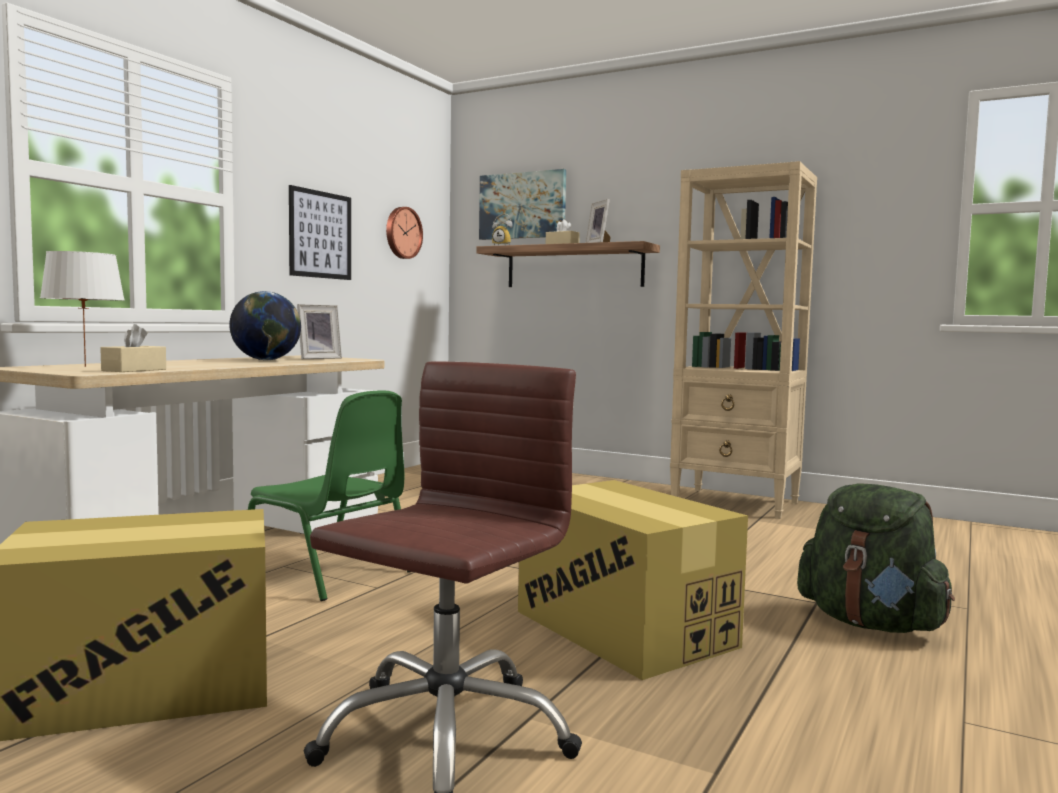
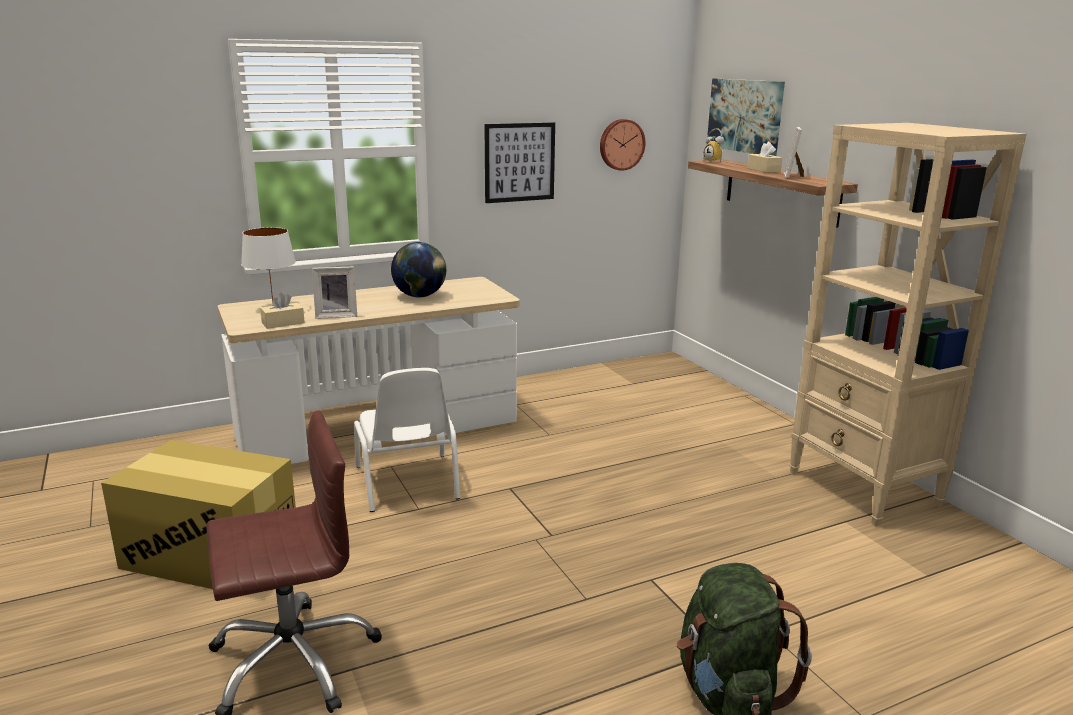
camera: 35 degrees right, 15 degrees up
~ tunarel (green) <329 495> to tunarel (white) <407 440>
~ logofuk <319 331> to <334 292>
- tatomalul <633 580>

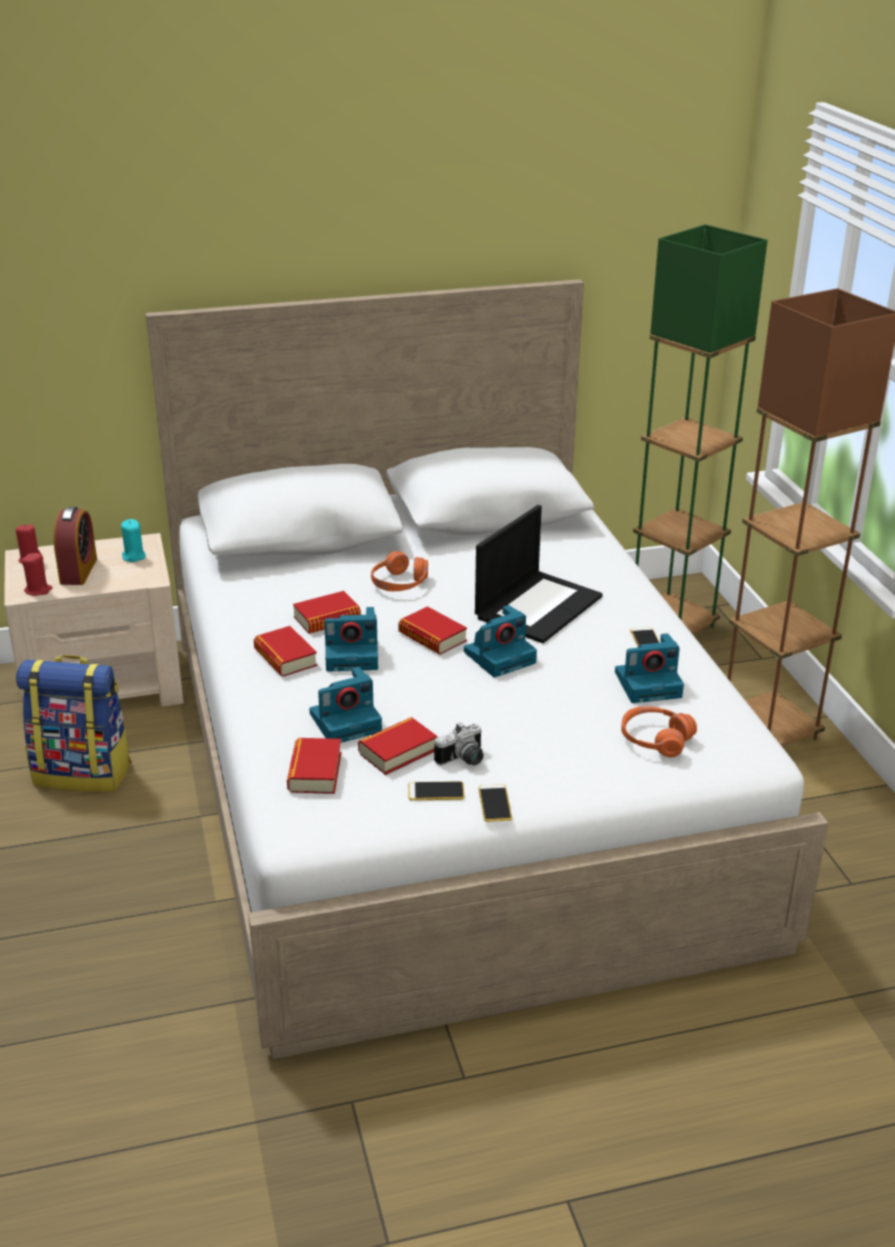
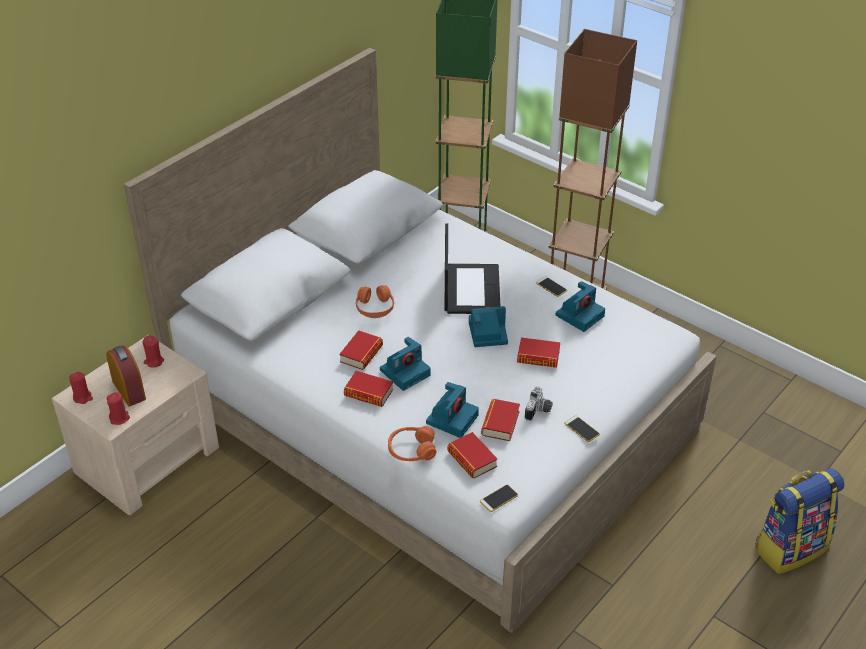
camera: 35 degrees left, 10 degrees up
~ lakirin <73 723> to <799 521>
~ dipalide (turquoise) <133 540> to dipalide (red) <153 351>
~ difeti <432 630> to <538 353>
~ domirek <436 791> to <499 498>
~ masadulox <500 641> = <488 326> 120 degrees counterclockwise
~ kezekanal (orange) <659 731> to <412 443>

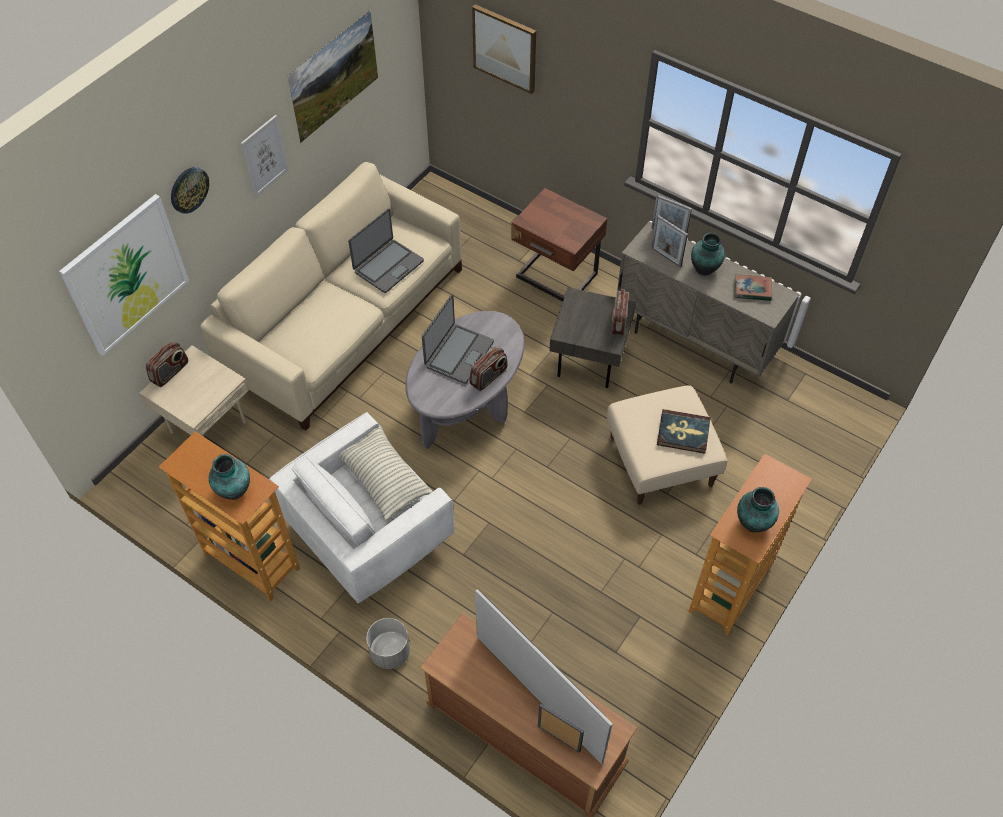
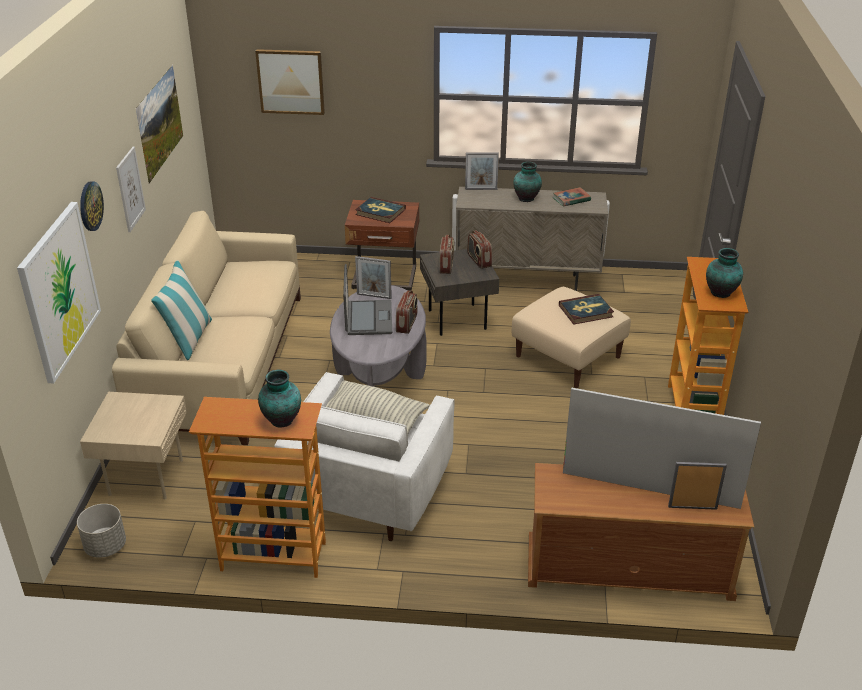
camera: 30 degrees left, 20 degrees down
~ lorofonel <167 364> to <446 254>
- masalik <386 251>
~ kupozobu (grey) <388 643> to <101 531>
~ logofuk <669 241> to <373 277>
+ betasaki <181 310>
+ difeti <380 210>

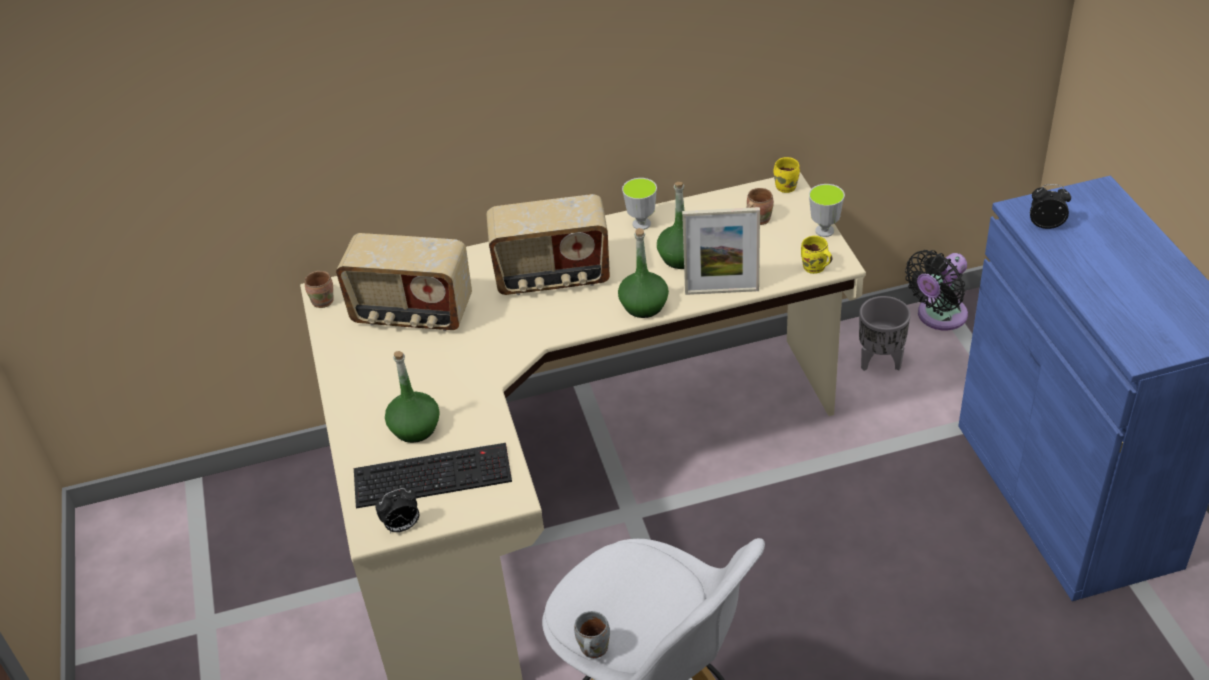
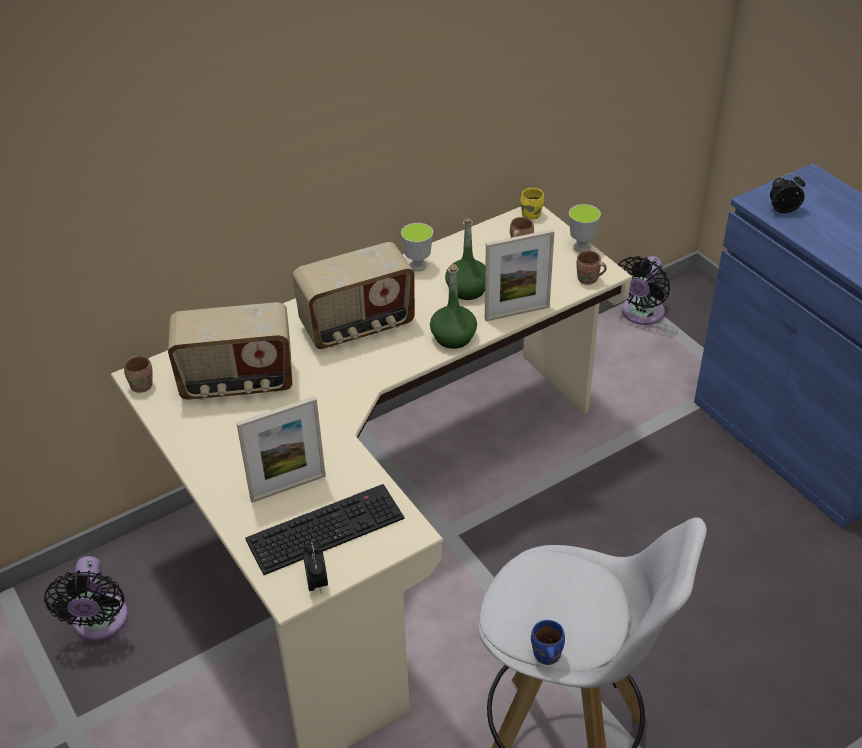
camera: 20 degrees left, 0 degrees up
~ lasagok <397 510> = <315 567> 60 degrees counterclockwise
~ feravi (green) <412 397> to logofuk <281 449>
~ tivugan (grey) <592 634> to tivugan (blue) <548 642>
~ tivugan (yellow) <817 255> to tivugan (brown) <591 267>
- kupozobu (grey) <885 333>
+ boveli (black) <86 598>

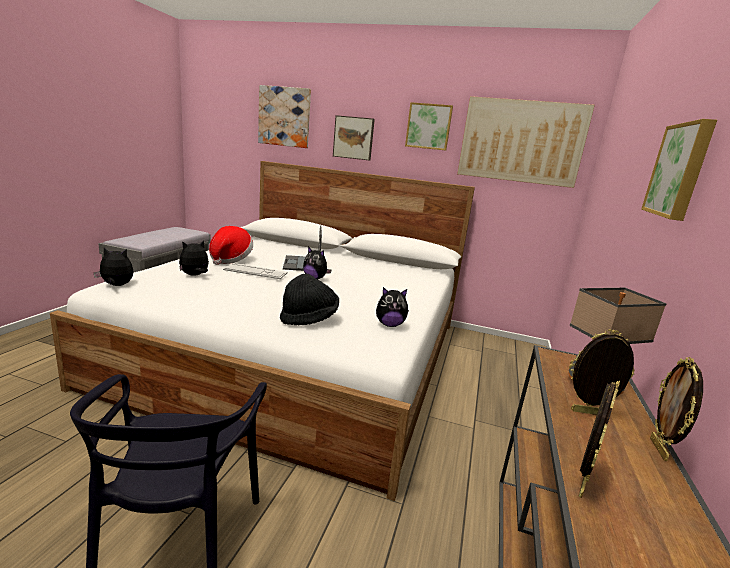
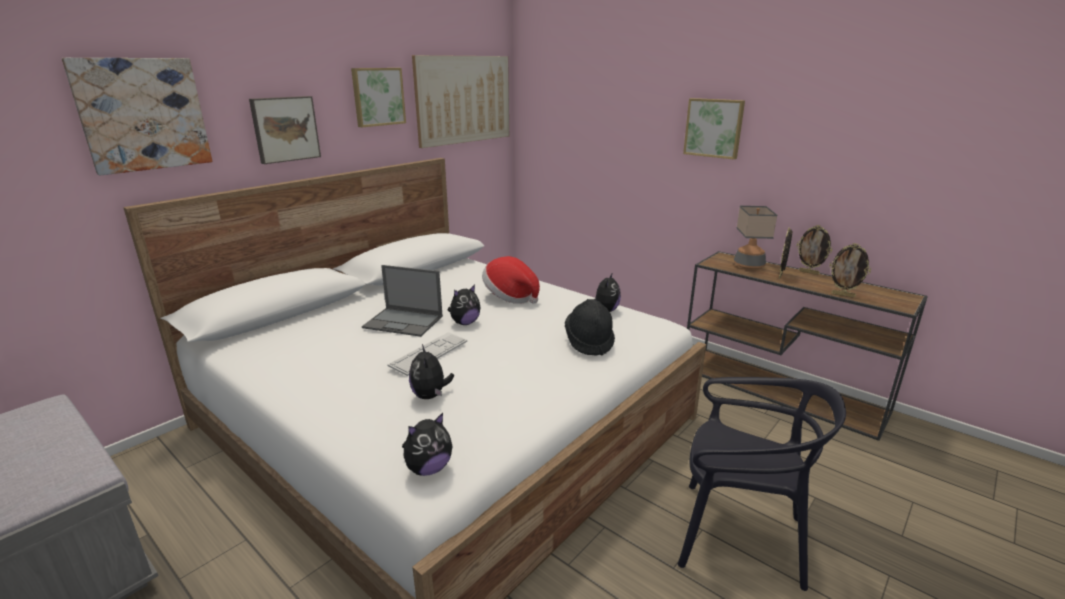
camera: 65 degrees left, 5 degrees up
~ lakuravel <114 267> = <427 444> 150 degrees counterclockwise
~ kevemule <231 245> to <511 280>
~ logofuk <599 439> = <850 270> 150 degrees clockwise

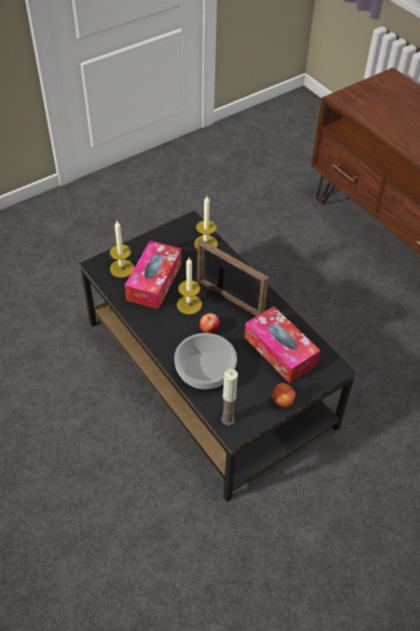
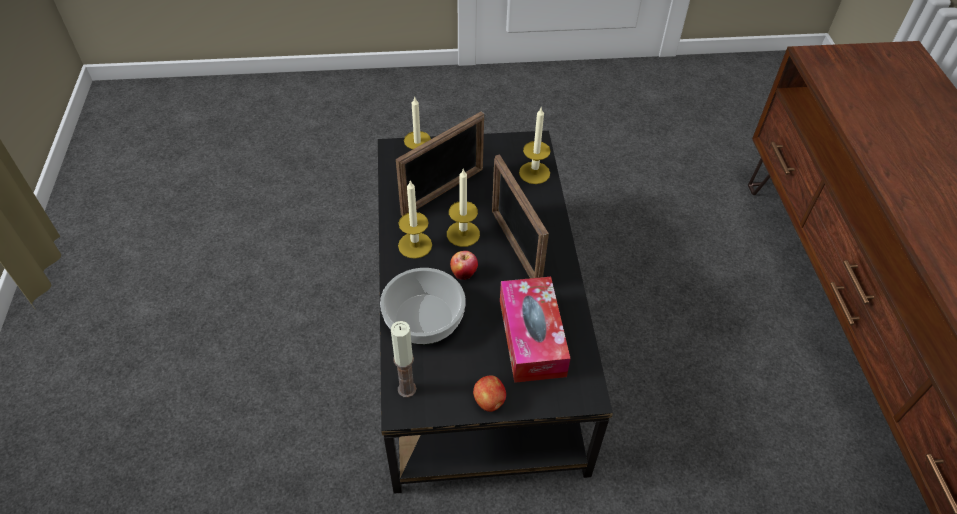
camera: 30 degrees right, 0 degrees up
~ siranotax <153 275> to logofuk <440 163>
+ dipalide <415 219>

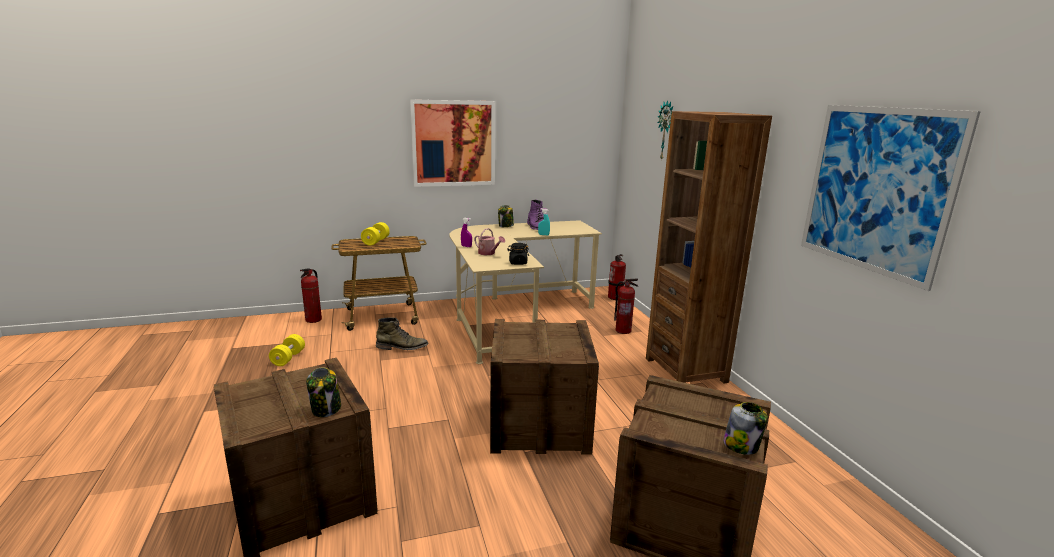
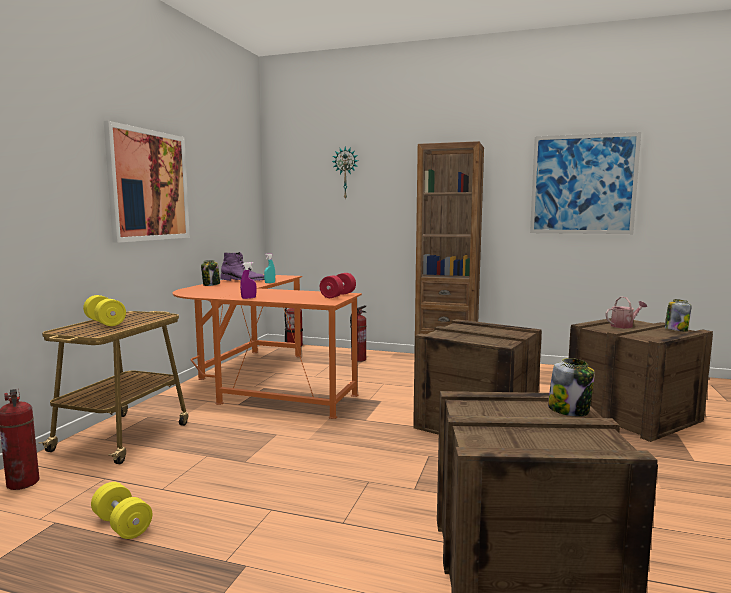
camera: 55 degrees left, 10 degrees down
- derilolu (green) <402 333>
~ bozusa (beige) <525 292> to bozusa (orange) <267 346>
~ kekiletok <489 241> to <626 312>
~ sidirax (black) <518 254> to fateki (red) <338 285>

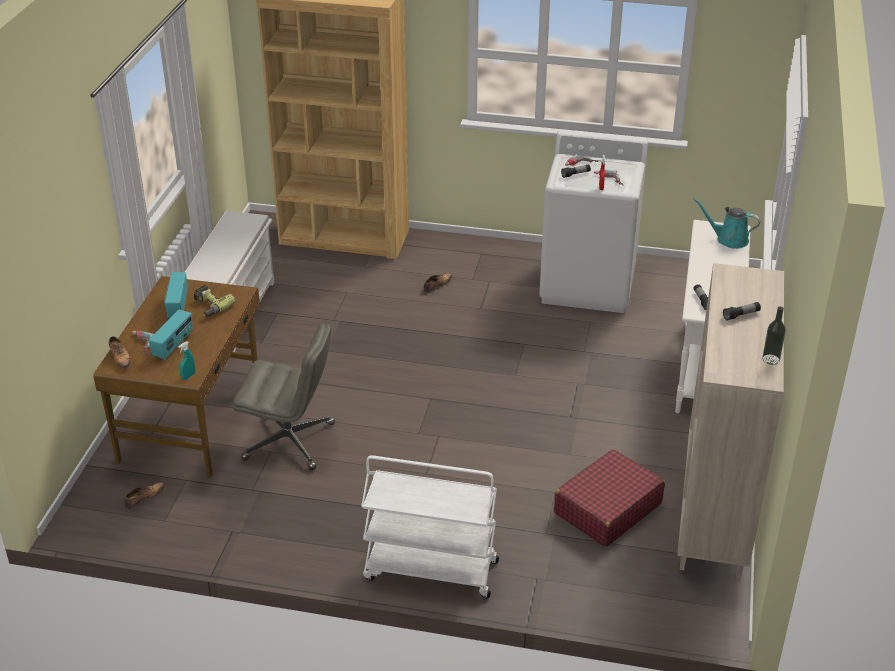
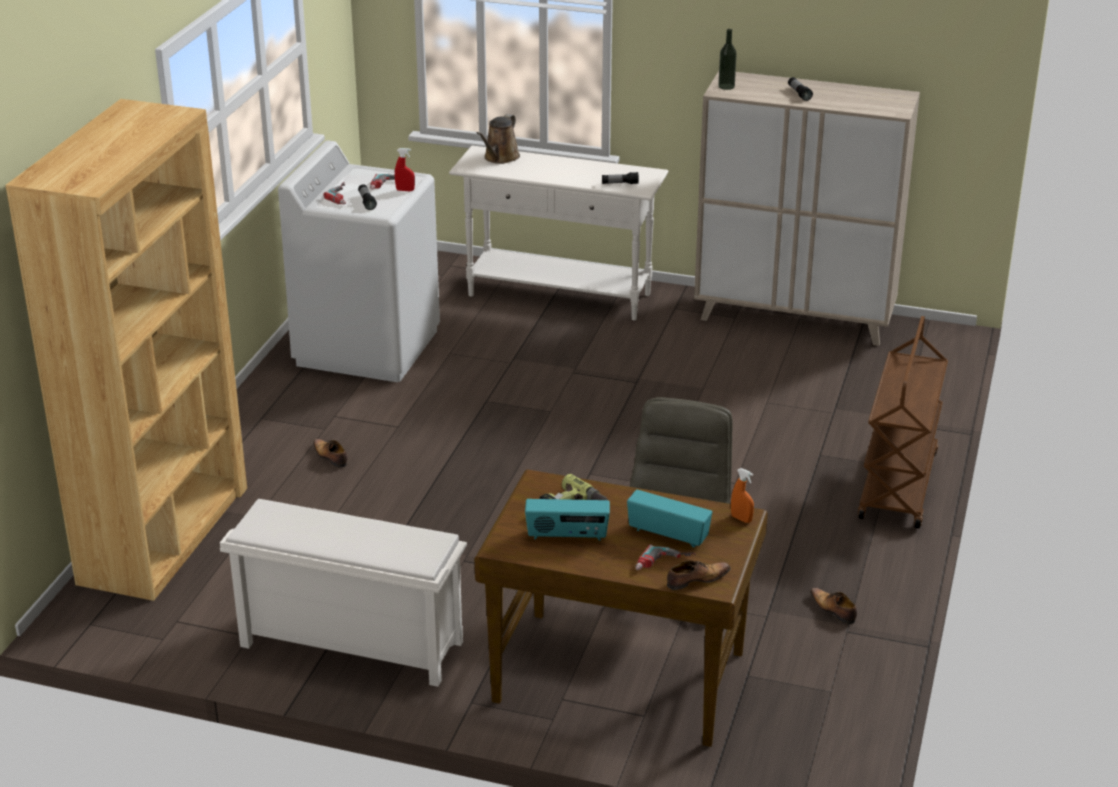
camera: 85 degrees left, 5 degrees down
~ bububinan <144 495> to <833 606>
~ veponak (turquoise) <186 360> to veponak (orange) <742 495>
~ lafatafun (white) <430 526> to lafatafun (brown) <903 422>
- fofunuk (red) <609 498>
~ kekiletok (turquoise) <727 223> to kekiletok (brown) <498 139>
~ feravi <774 335> to <727 59>

